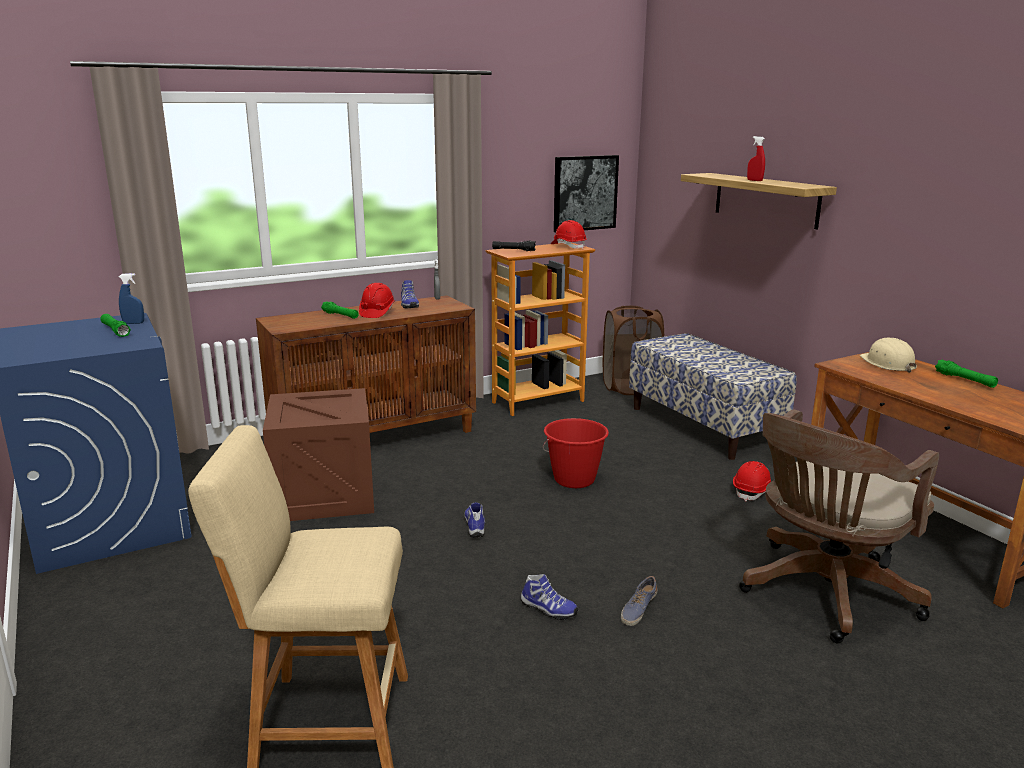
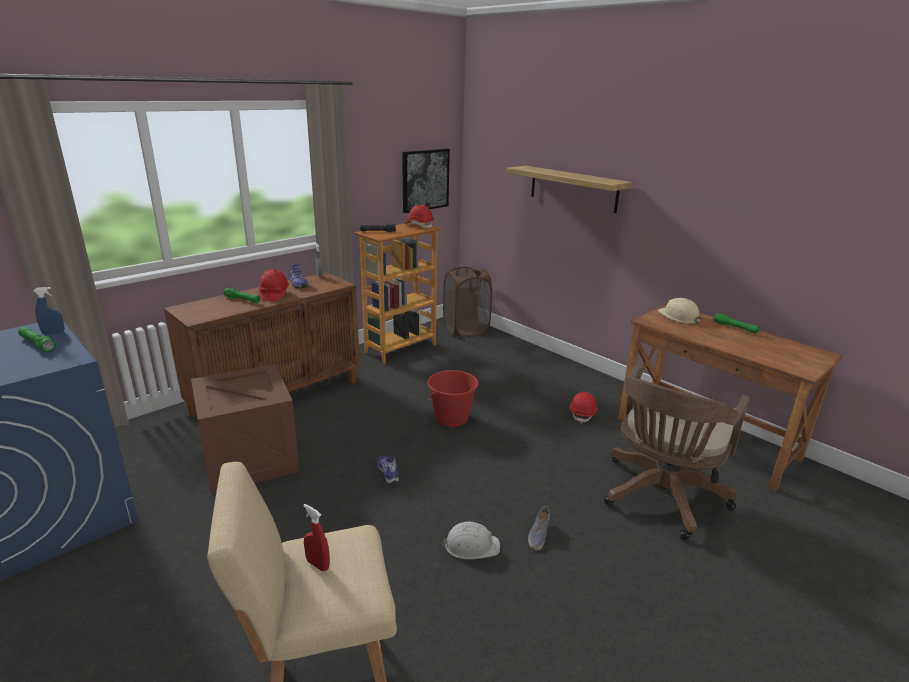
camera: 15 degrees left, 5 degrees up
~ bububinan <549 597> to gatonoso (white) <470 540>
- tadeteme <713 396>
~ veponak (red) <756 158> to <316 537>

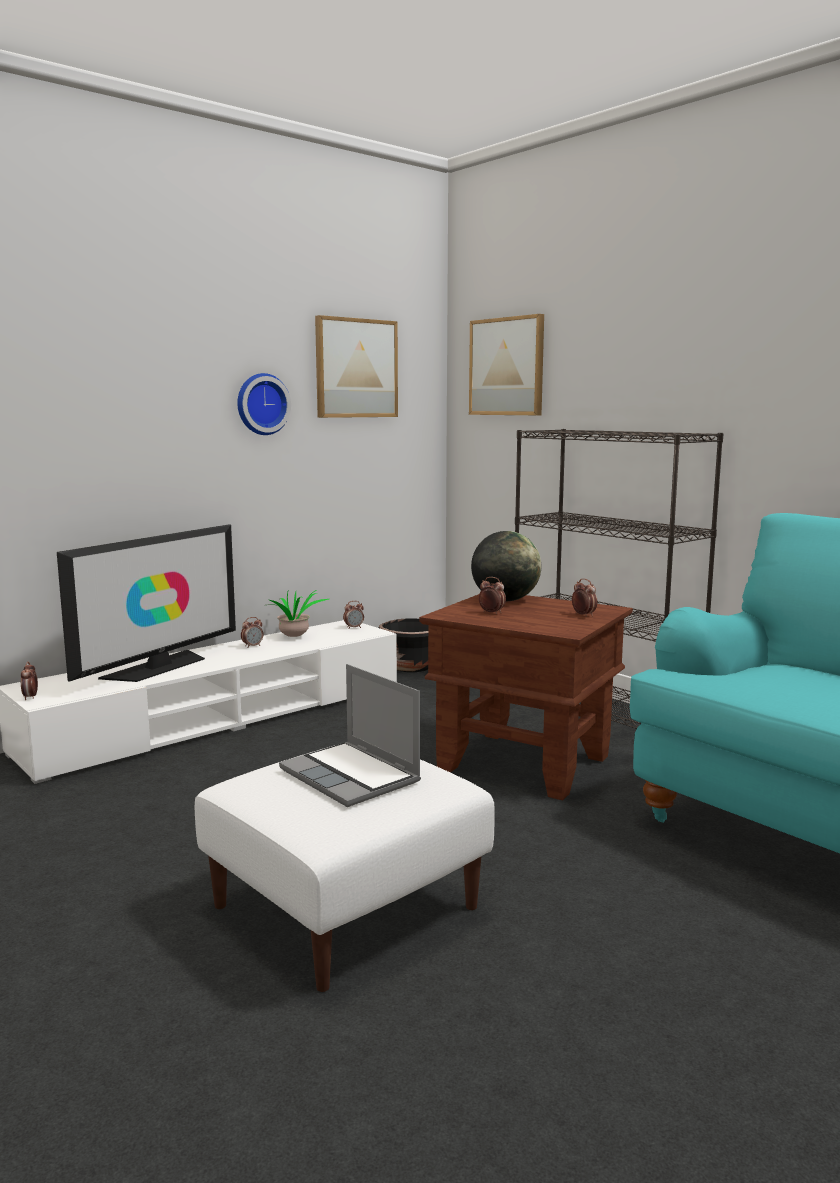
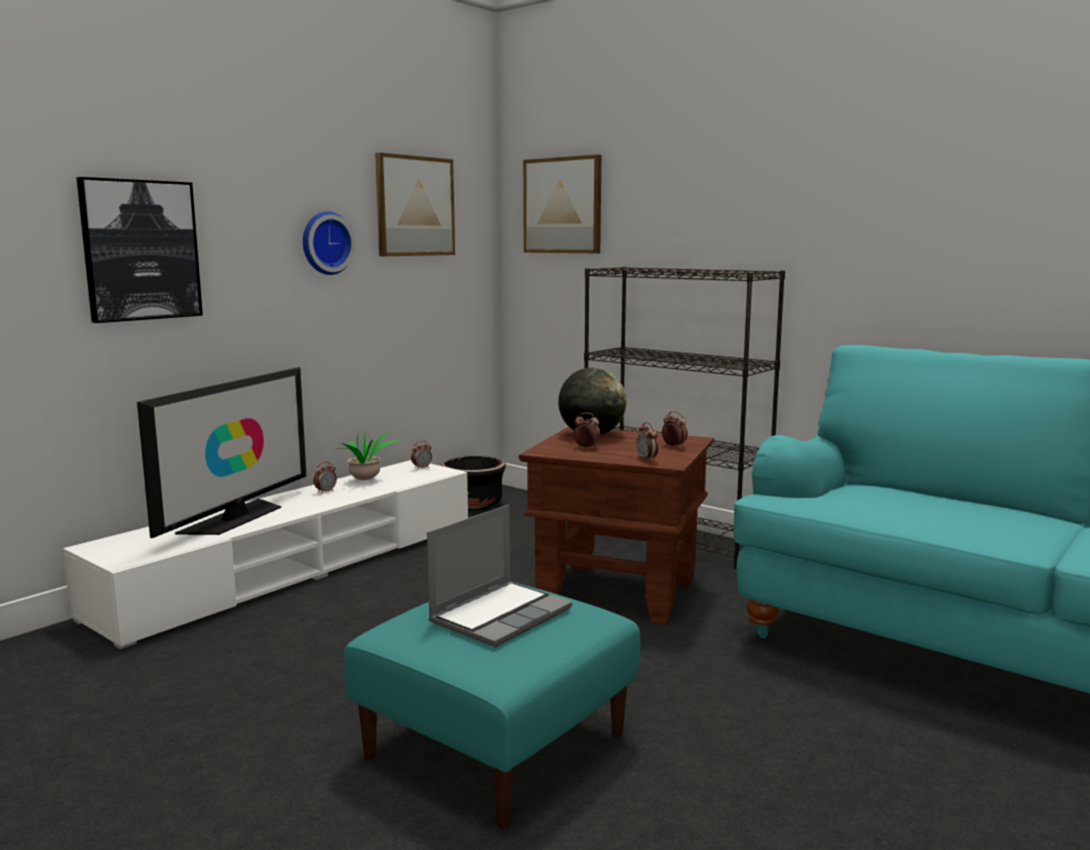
camera: 10 degrees left, 0 degrees up
~ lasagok <29 680> to <647 442>
~ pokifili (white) <345 868> to pokifili (turquoise) <492 705>
~ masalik <350 735> = <499 576> 90 degrees counterclockwise
+ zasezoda <139 250>

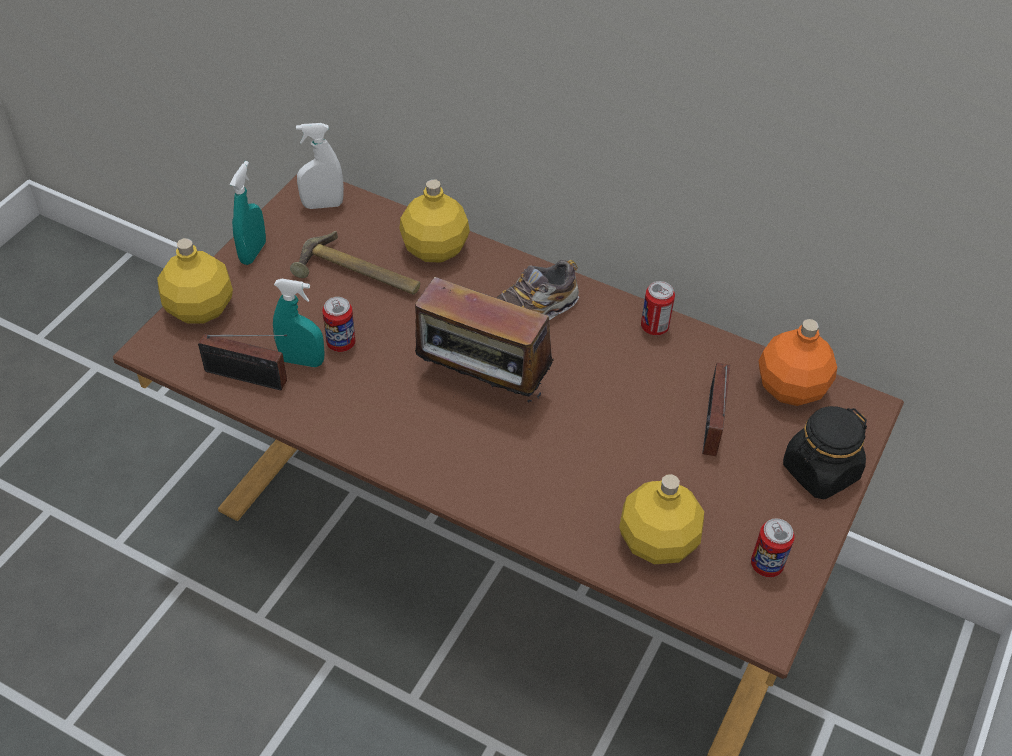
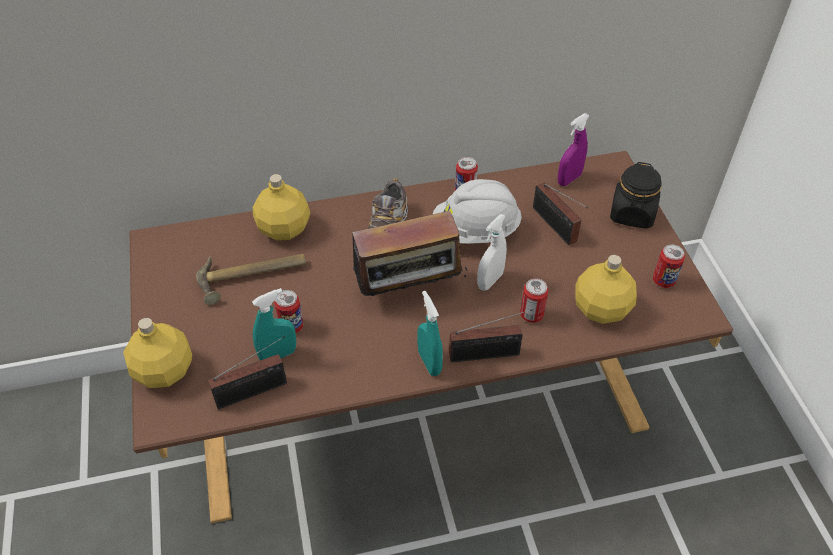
camera: 40 degrees left, 0 degrees up
~ veponak (turquoise) <248 213> to <430 333>
~ veponak (white) <320 166> to <492 252>
~ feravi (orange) <798 362> to veponak (purple) <574 149>
+ gatonoso (white) <477 211>
+ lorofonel <490 335>
+ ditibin <534 300>

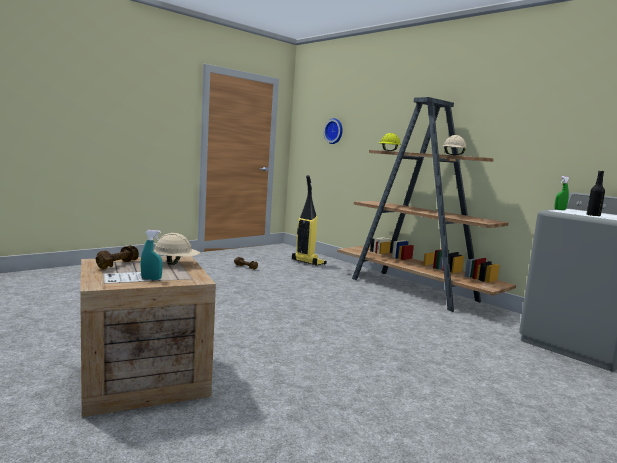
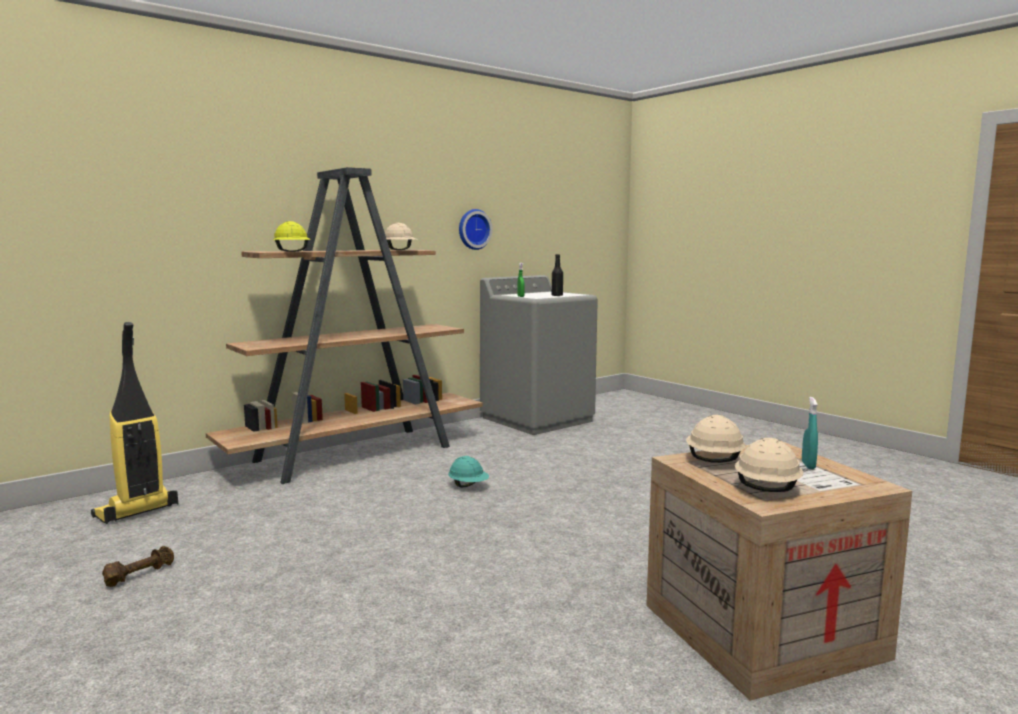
camera: 85 degrees left, 0 degrees up
~ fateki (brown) <117 257> to gatonoso (beige) <769 465>
~ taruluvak <333 131> to <476 229>
+ gatonoso (turquoise) <468 472>

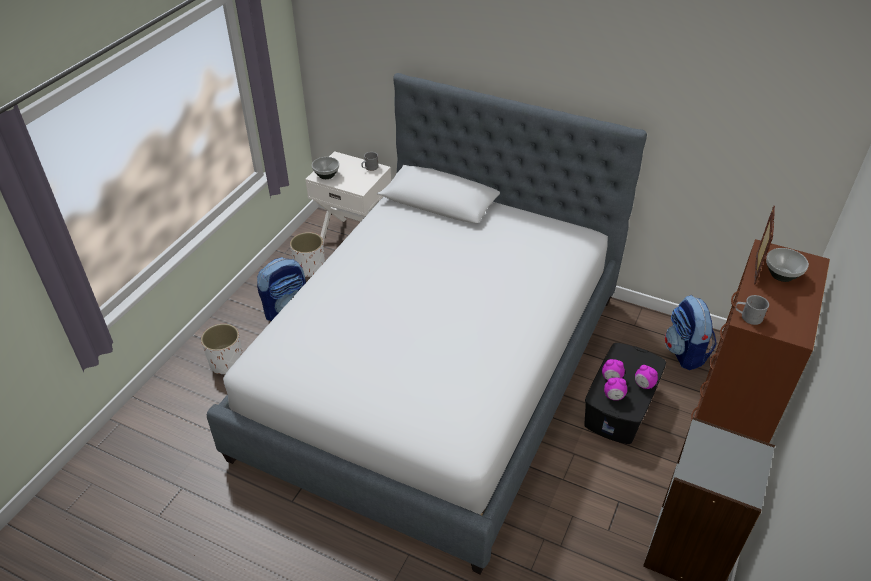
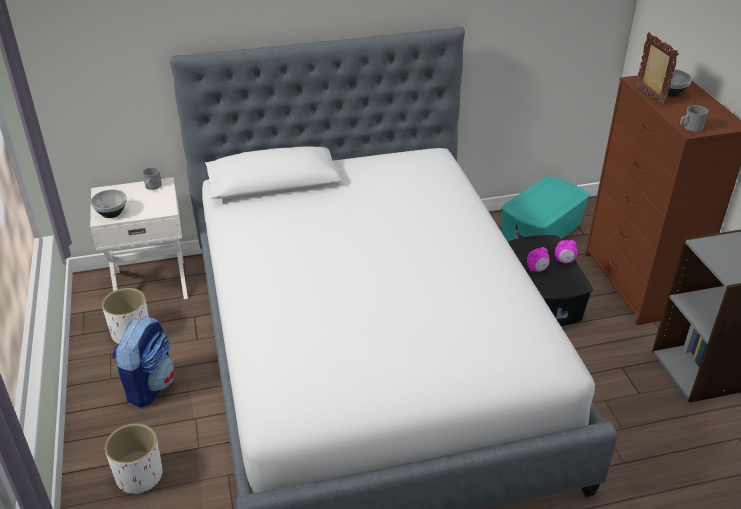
camera: 40 degrees left, 5 degrees down
- lasagok <615 389>
~ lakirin <690 332> to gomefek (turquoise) <545 209>

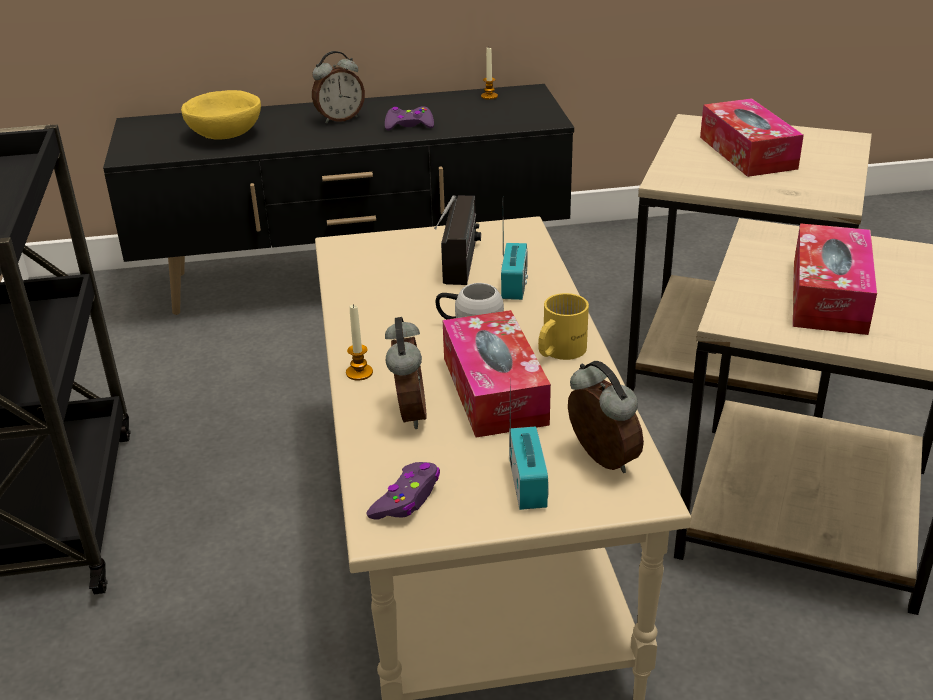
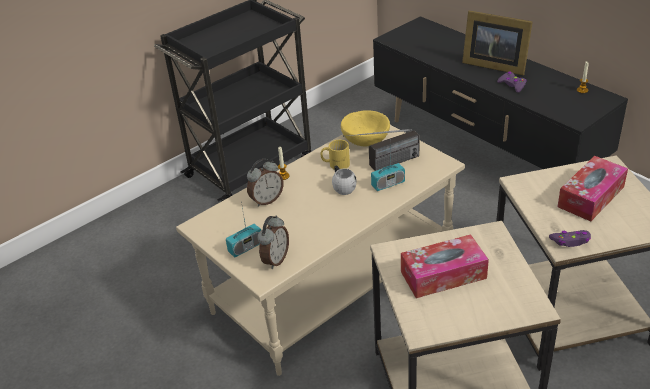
camera: 60 degrees right, 5 degrees up
~ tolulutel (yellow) <221 115> to <365 128>
~ lasagok <338 87> to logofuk <497 43>
~ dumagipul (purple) <403 490> to <570 238>
- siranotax <497 374>
~ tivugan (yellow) <563 326> to <335 155>

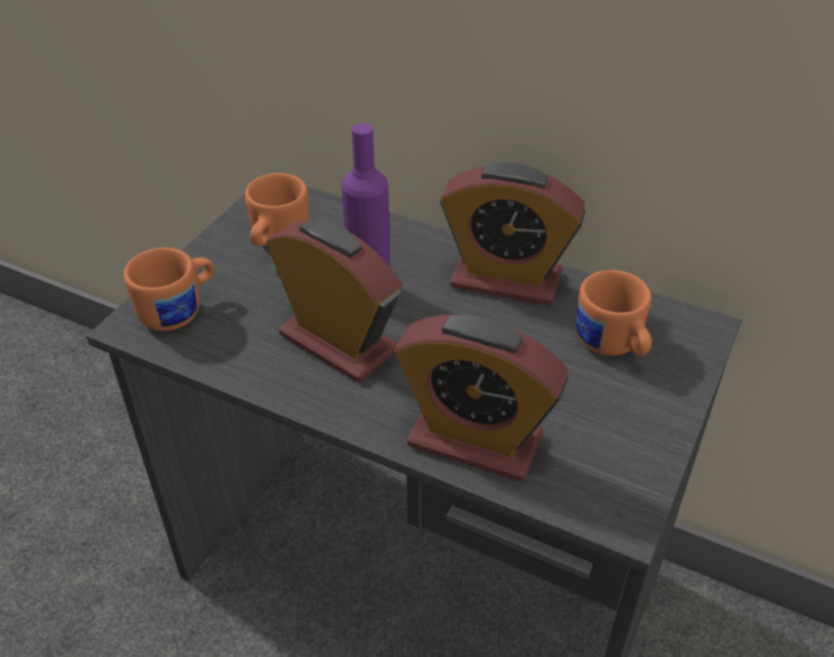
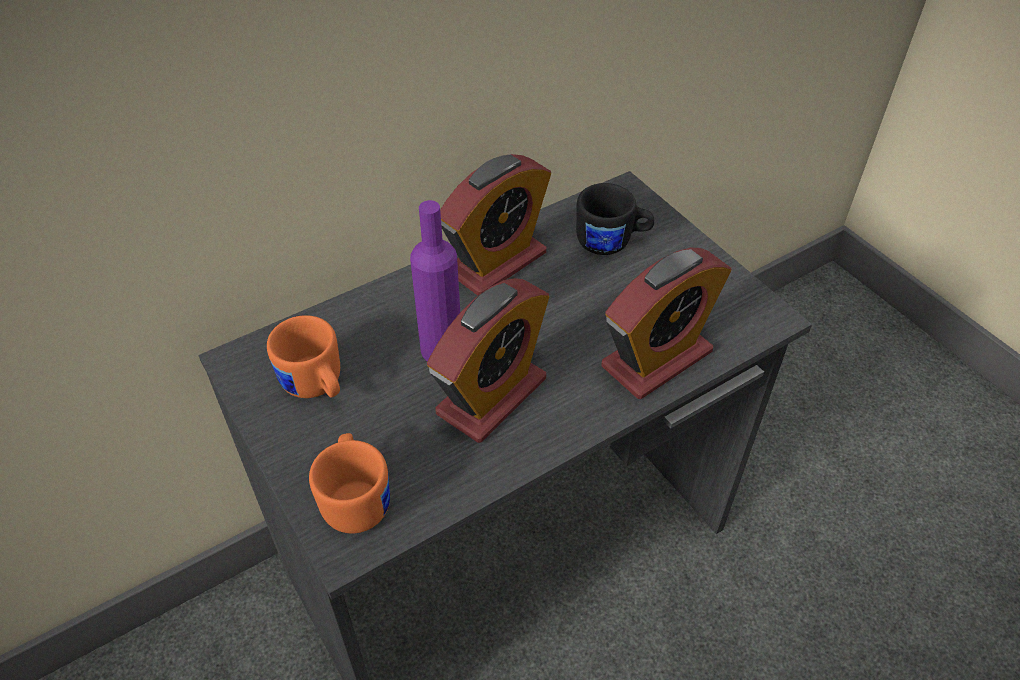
camera: 60 degrees left, 5 degrees up
~ lasagok <333 300> = <488 360> 150 degrees clockwise
~ tivugan (orange) <614 313> to tivugan (black) <615 219>

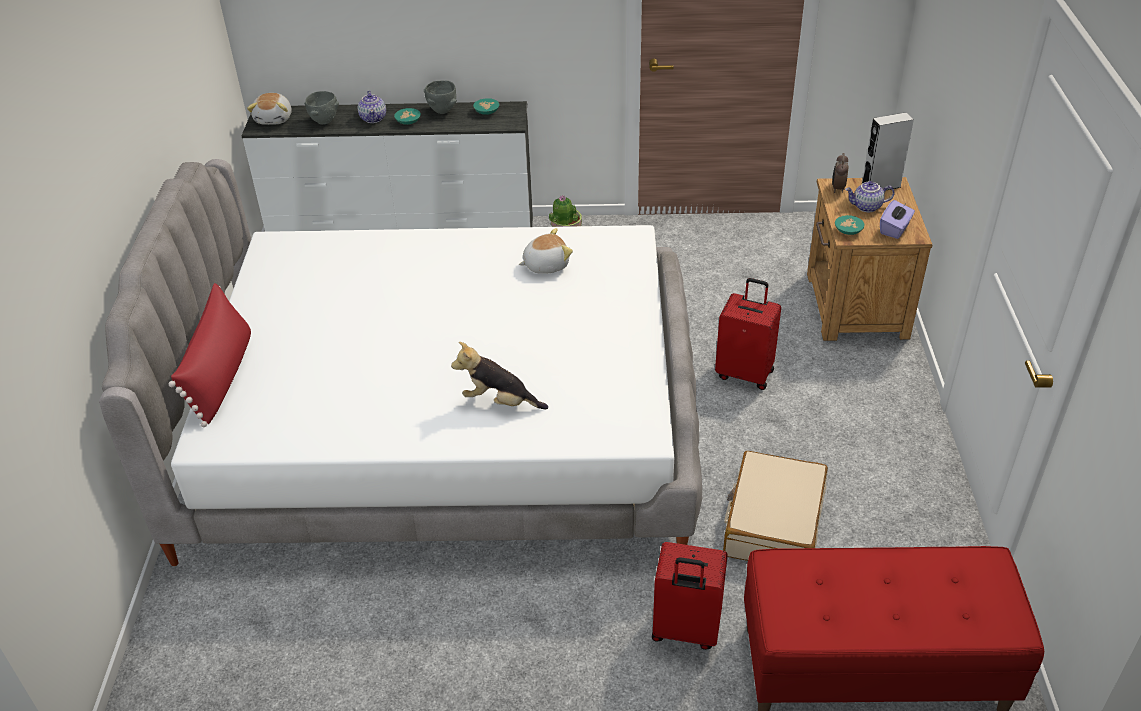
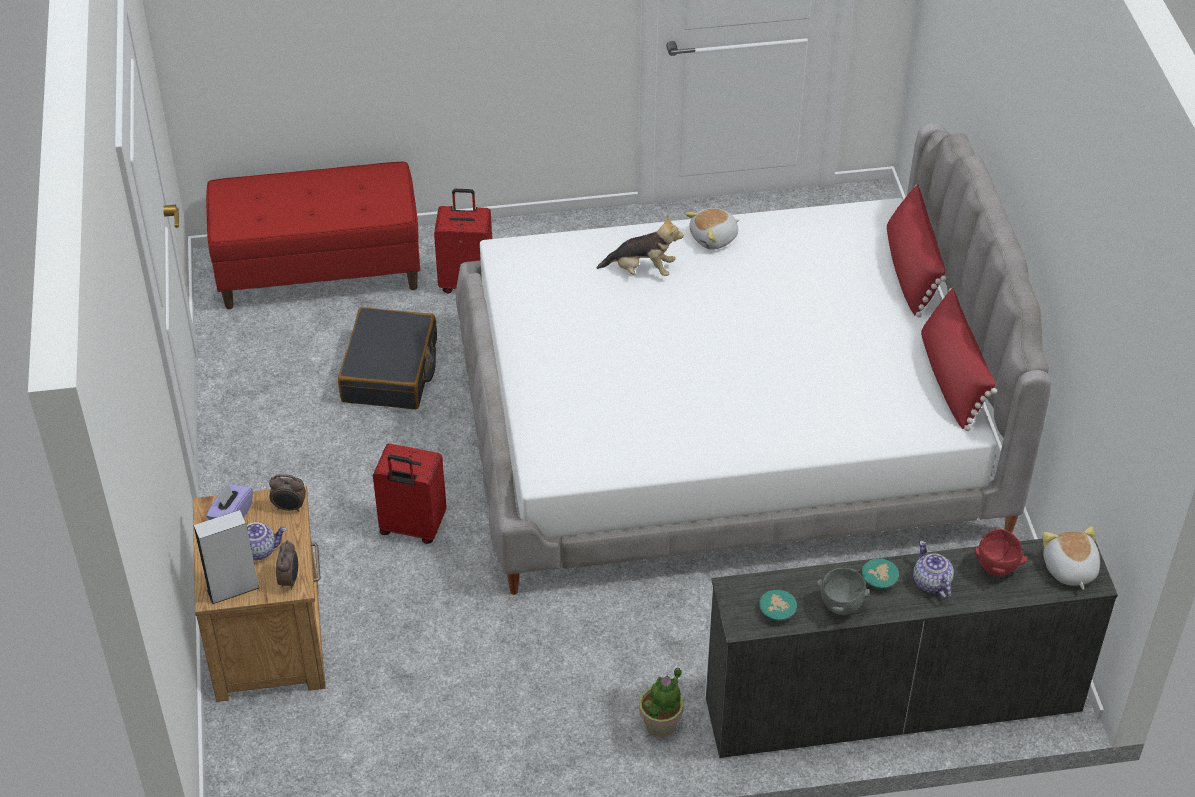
camera: 170 degrees right, 5 degrees up
~ tolulutel (grey) <321 107> to tolulutel (red) <1001 552>
~ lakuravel <546 251> to <712 229>
~ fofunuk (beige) <775 506> to fofunuk (black) <387 358>
~ tolulutel (turquoise) <849 225> to lasagok <287 493>
+ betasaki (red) <959 359>

